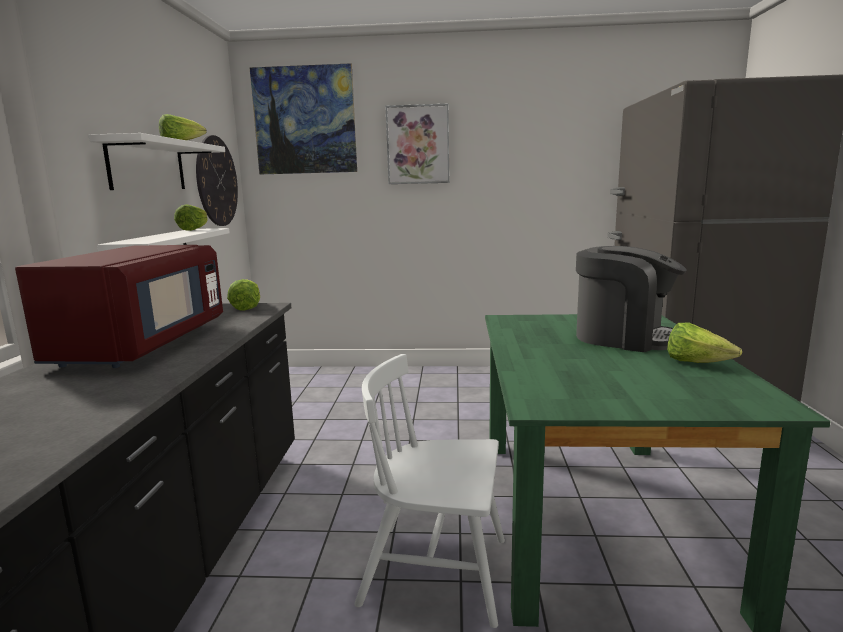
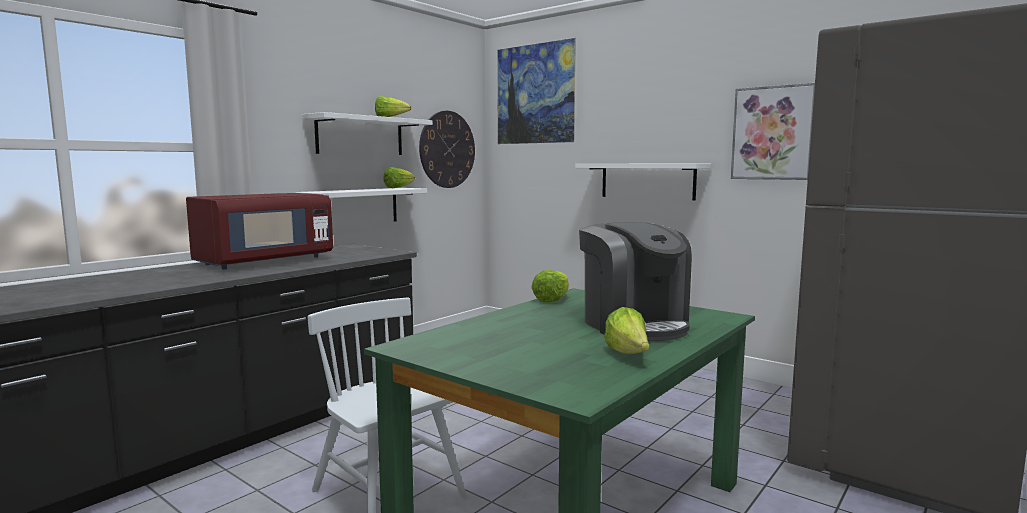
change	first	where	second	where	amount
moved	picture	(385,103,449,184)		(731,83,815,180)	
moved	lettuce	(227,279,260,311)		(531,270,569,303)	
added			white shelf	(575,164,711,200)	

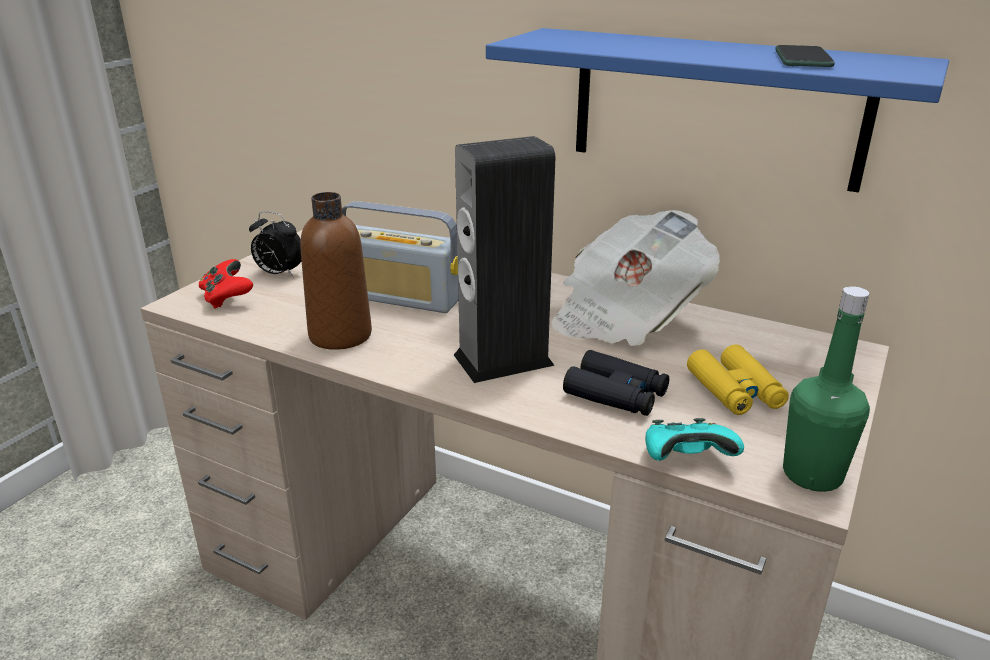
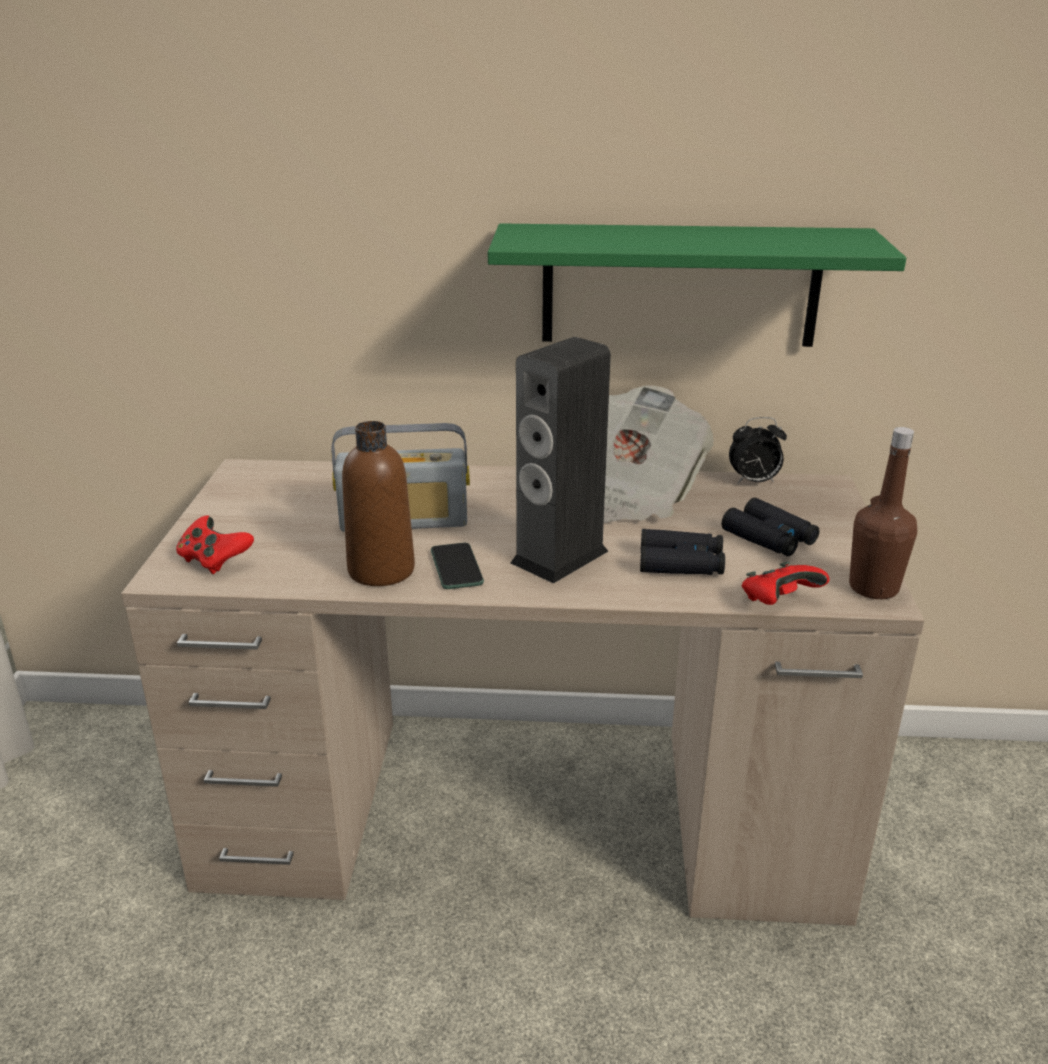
change	first	where	second	where	amount
recoloured	blue shelf	(486,28,949,193)	green shelf	(488,223,906,347)	
moved	phone	(775,45,835,67)		(431,543,484,589)	
moved	alarm clock	(249,211,301,277)		(729,417,787,484)	
recoloured	green bottle	(783,286,870,492)	brown bottle	(849,427,917,599)	
recoloured	yellow binoculars	(687,344,789,415)	black binoculars	(722,498,819,556)	
recoloured	turquoise game controller	(645,418,744,461)	red game controller	(741,562,830,605)	

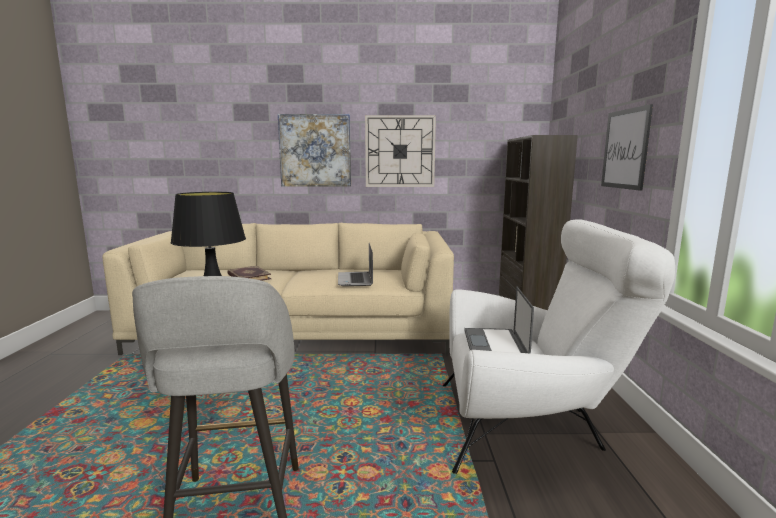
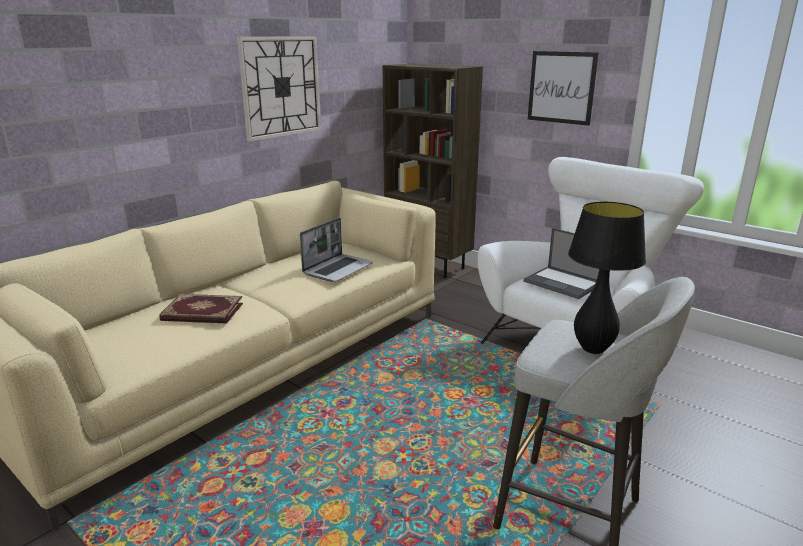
change	first	where	second	where	amount
removed	picture	(278,114,351,187)			
turned	laptop	(338,243,373,286)		(300,218,373,282)	90 degrees counterclockwise

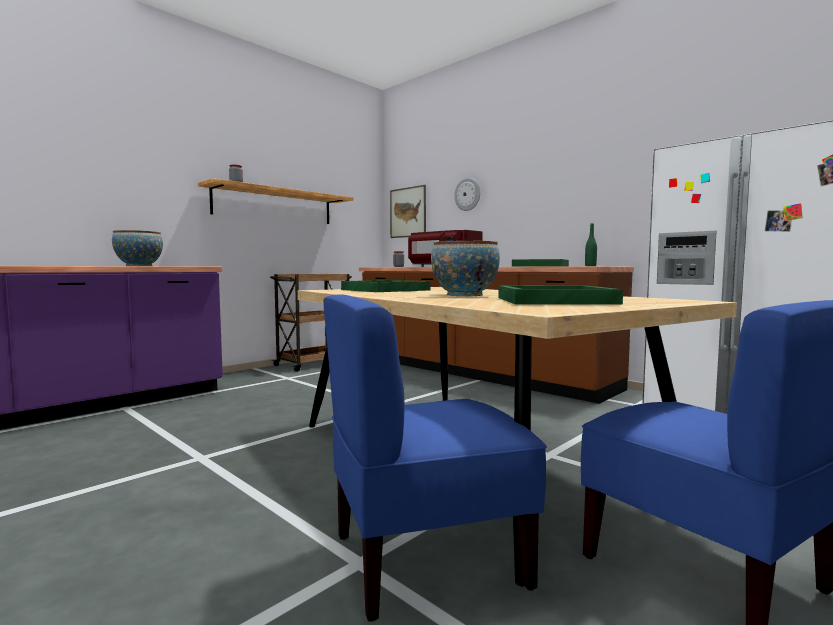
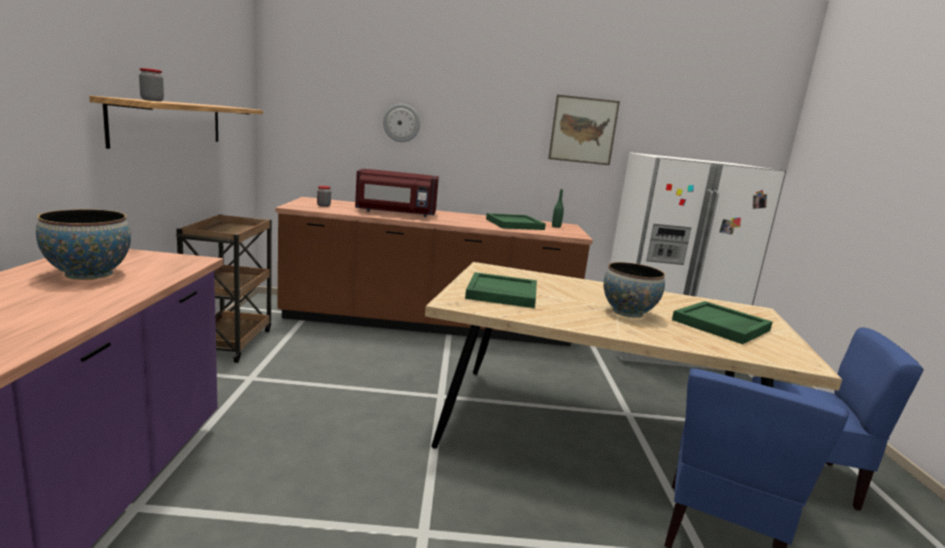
change	first	where	second	where	amount
moved	picture	(390,185,426,238)		(548,94,620,165)	

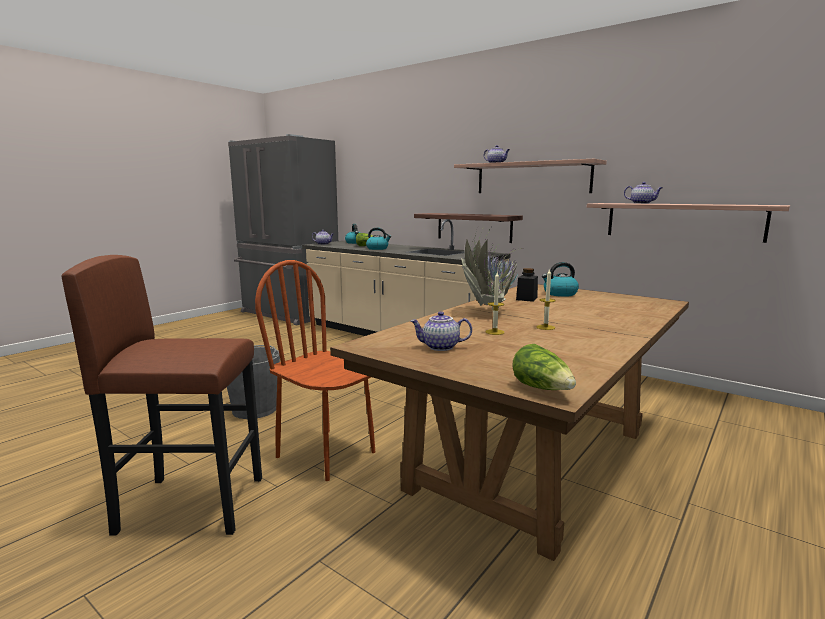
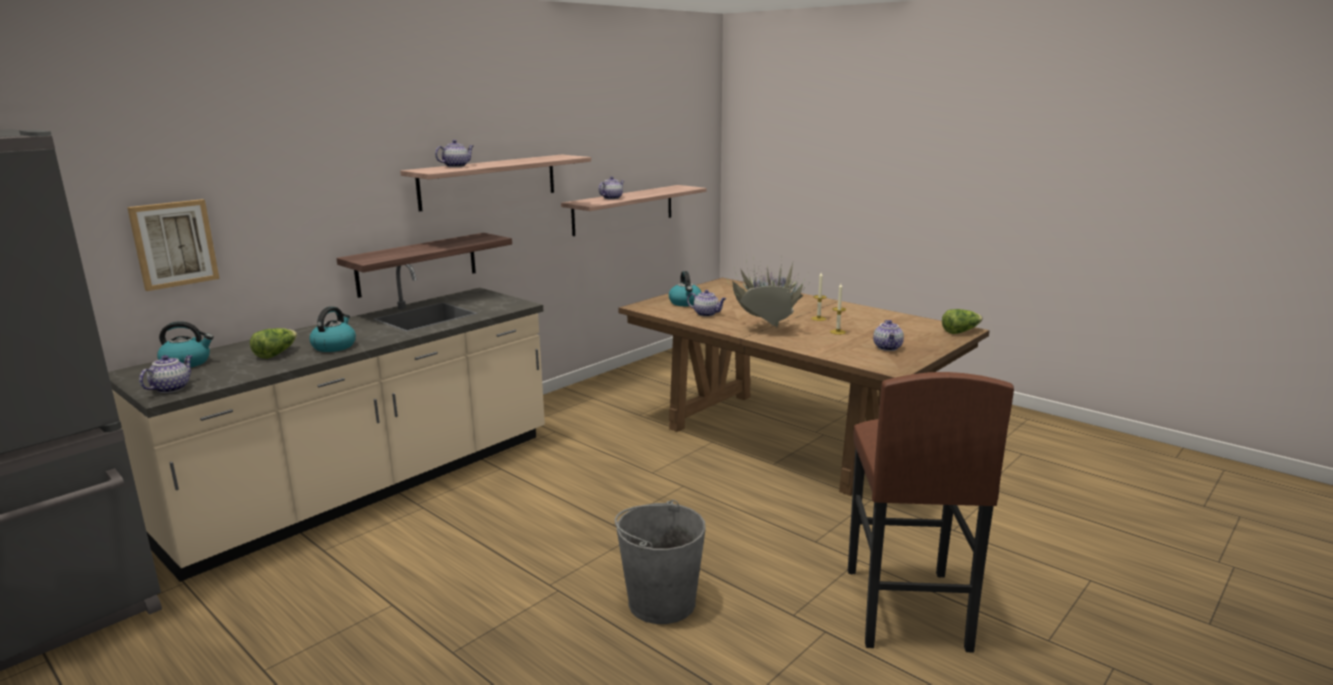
change	first	where	second	where	amount
removed	brown chair	(255,260,375,481)			
replaced	black jar	(516,268,538,302)	teapot	(687,290,726,317)	
added			picture	(127,199,219,291)	

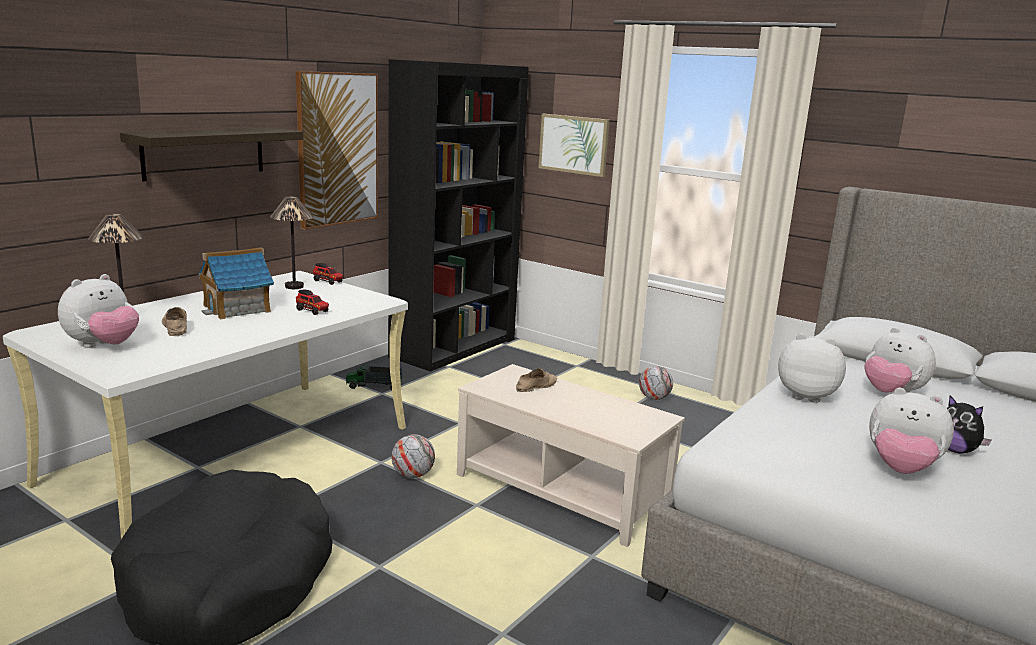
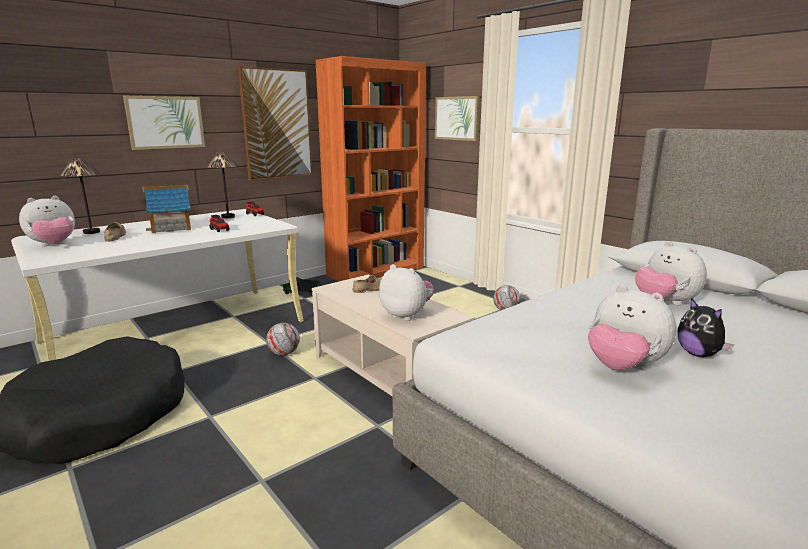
change	first	where	second	where	amount
recoloured	black bookcase	(388,59,529,371)	orange bookcase	(315,56,426,281)	
replaced	shelf	(120,128,303,182)	picture	(123,96,205,150)	
moved	plush toy	(778,334,846,403)		(379,264,434,321)	

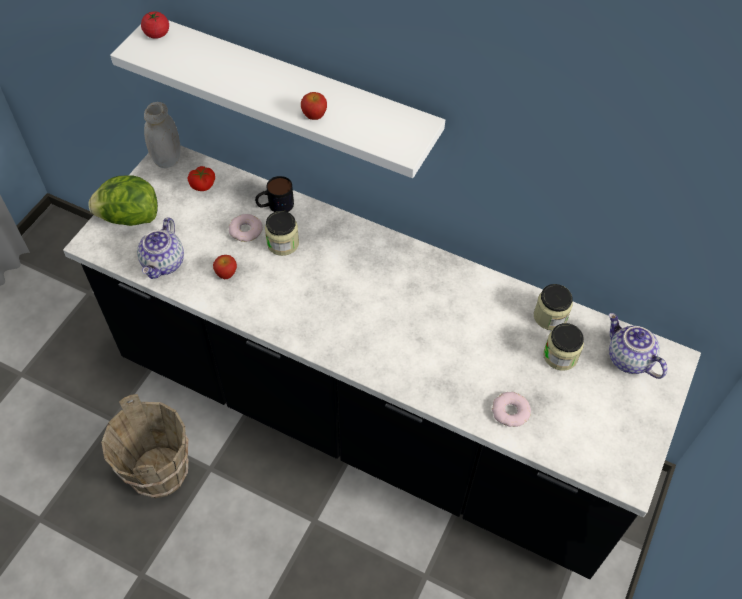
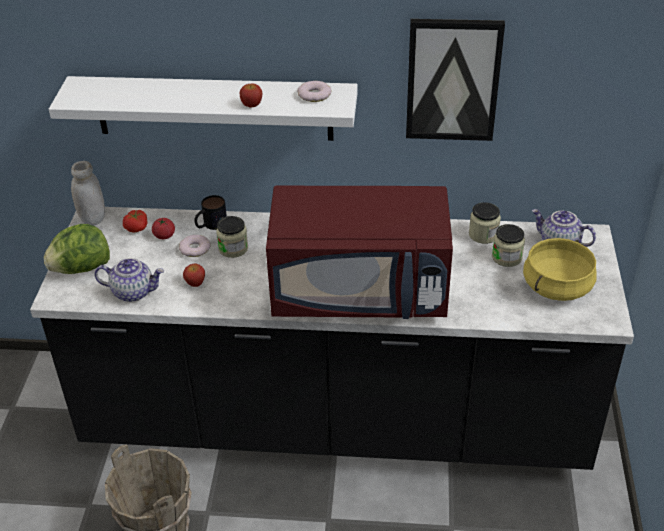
change	first	where	second	where	amount
moved	tomato	(141,11,169,39)		(152,218,175,239)	
turned	teapot	(137,217,184,279)		(94,258,164,302)	75 degrees counterclockwise
moved	donut	(492,392,531,427)		(297,81,332,102)	
added			picture	(406,19,505,141)	
added			red microwave	(266,186,453,319)	
added			yellow cooking pot	(523,238,597,301)	

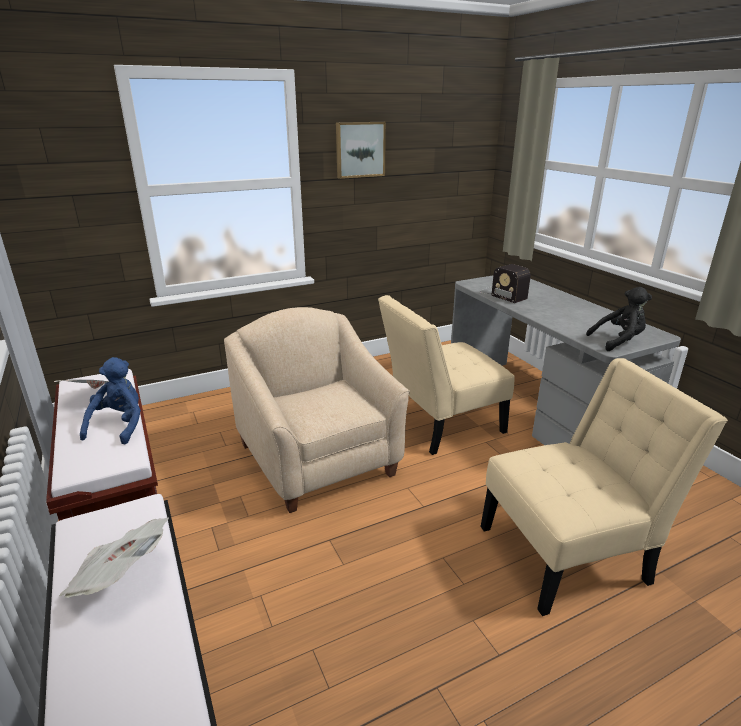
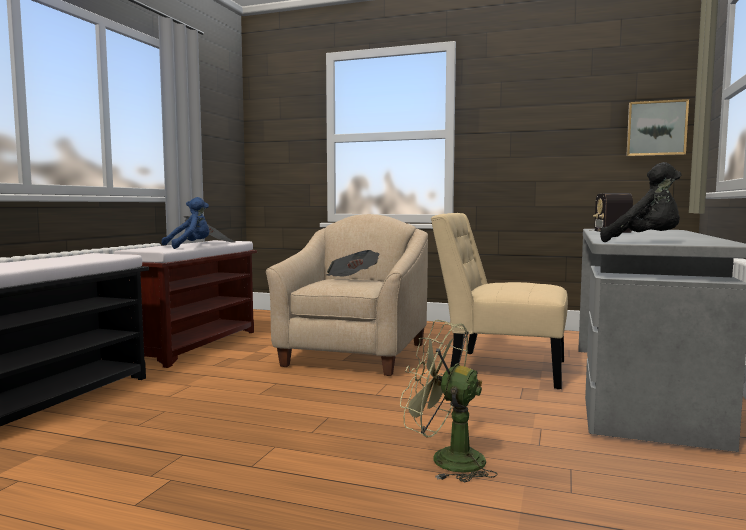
change	first	where	second	where	amount
moved	picture	(336,122,386,179)		(626,99,689,156)	
replaced	beige chair	(481,358,728,616)	green fan	(400,320,498,482)	
moved	newspaper	(59,517,169,598)		(326,250,380,277)	

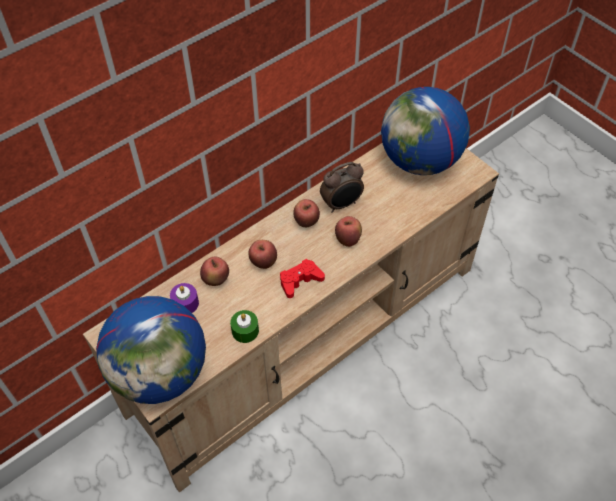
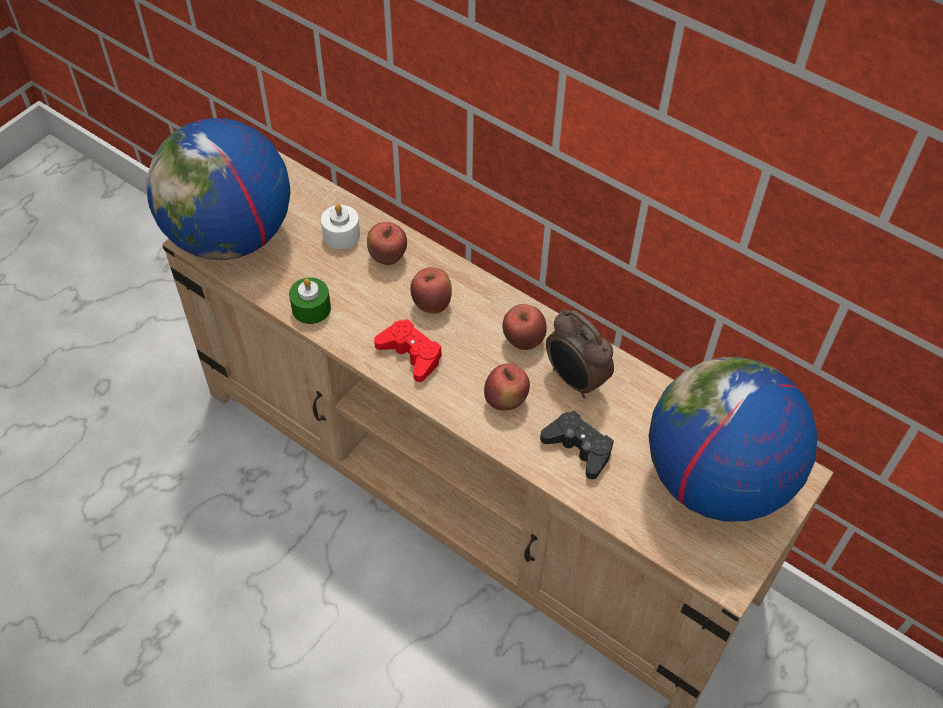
change	first	where	second	where	amount
recoloured	purple candle	(170,283,199,313)	white candle	(321,204,360,249)	
added			black game controller	(540,411,613,479)	

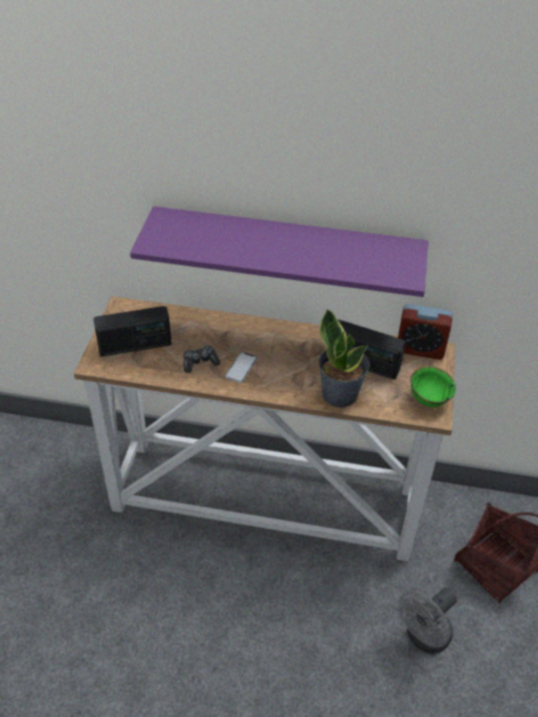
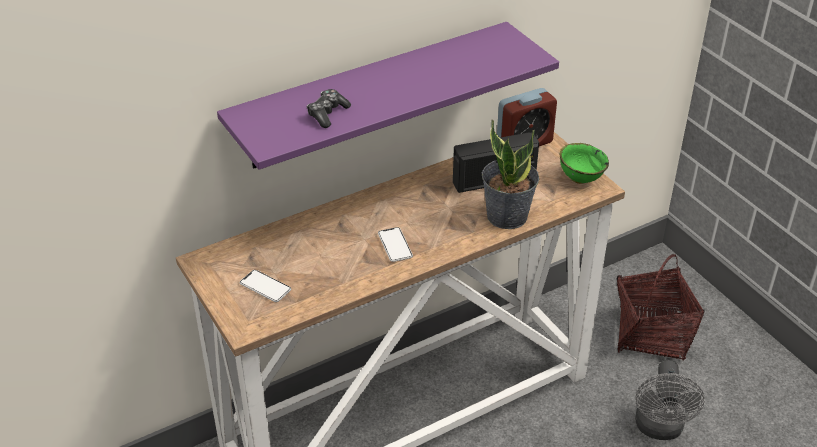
change	first	where	second	where	amount
replaced	radio	(93,306,172,357)	phone	(240,270,291,302)	
moved	game controller	(183,345,220,373)		(307,89,351,128)	

